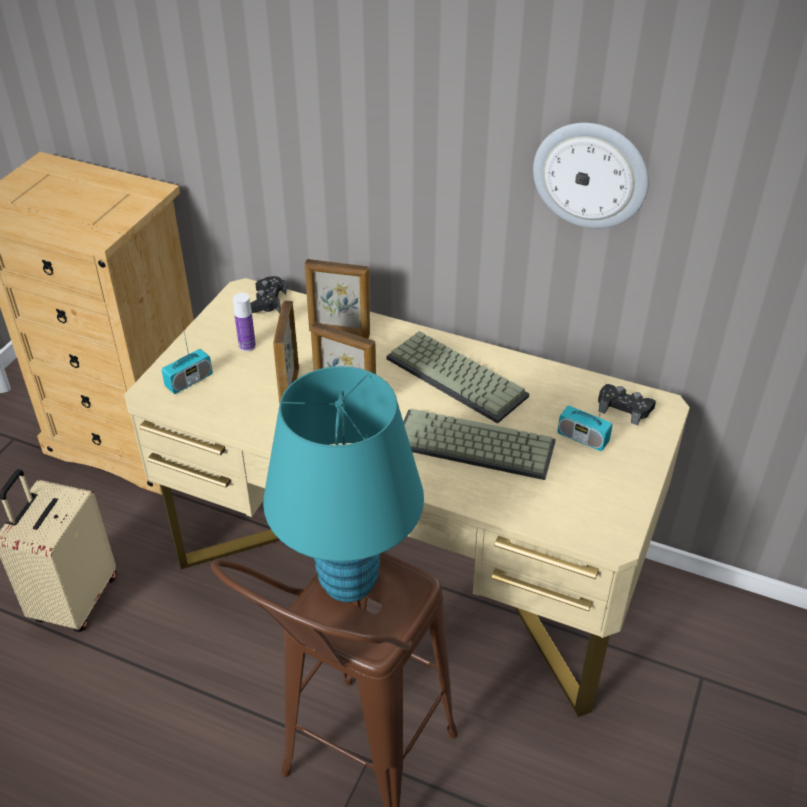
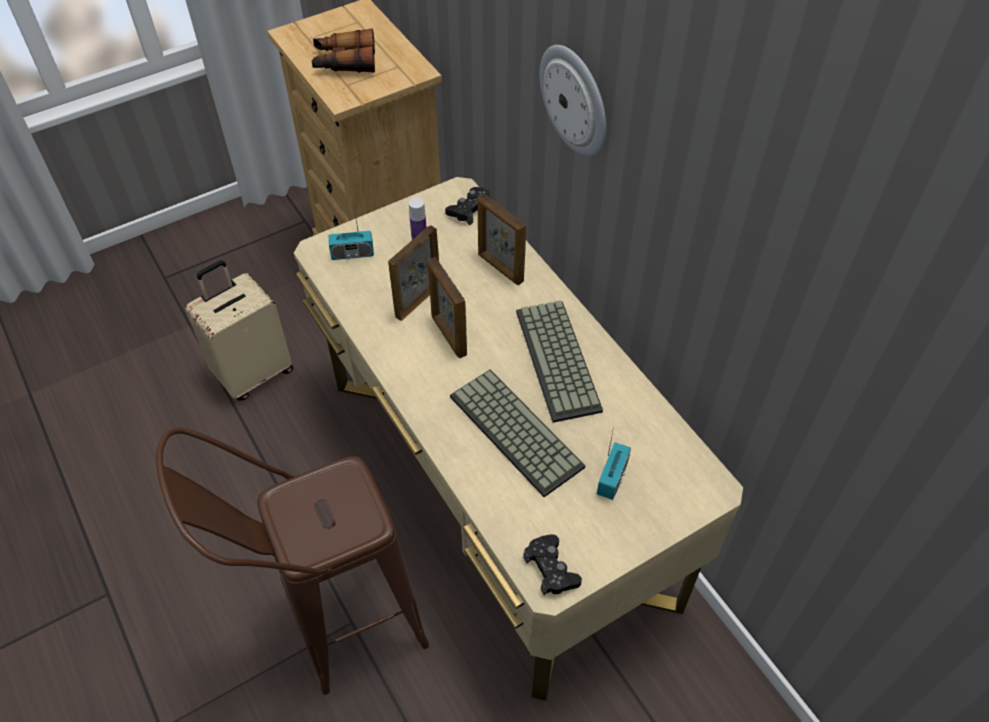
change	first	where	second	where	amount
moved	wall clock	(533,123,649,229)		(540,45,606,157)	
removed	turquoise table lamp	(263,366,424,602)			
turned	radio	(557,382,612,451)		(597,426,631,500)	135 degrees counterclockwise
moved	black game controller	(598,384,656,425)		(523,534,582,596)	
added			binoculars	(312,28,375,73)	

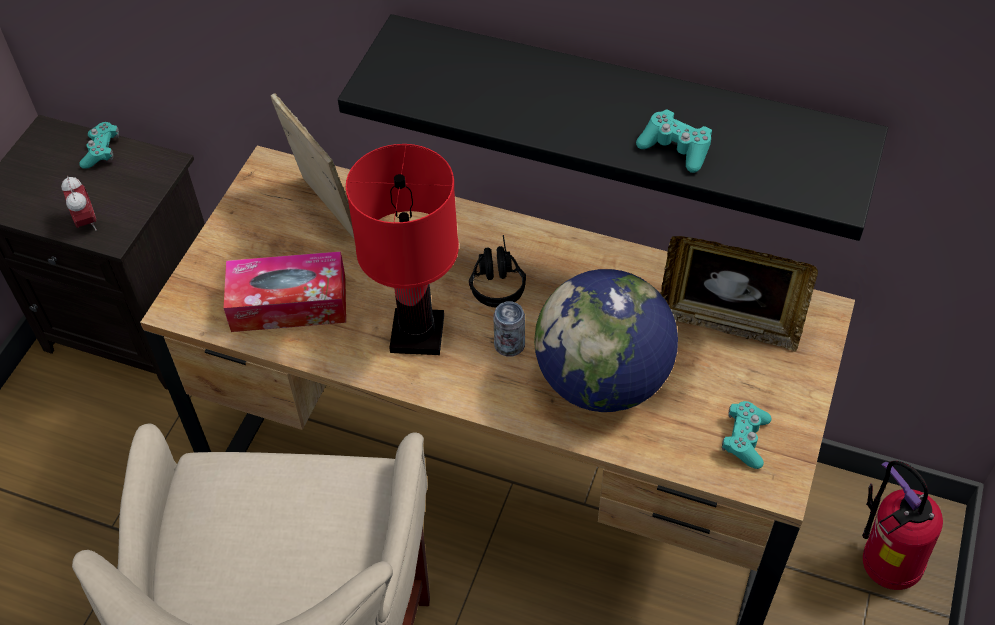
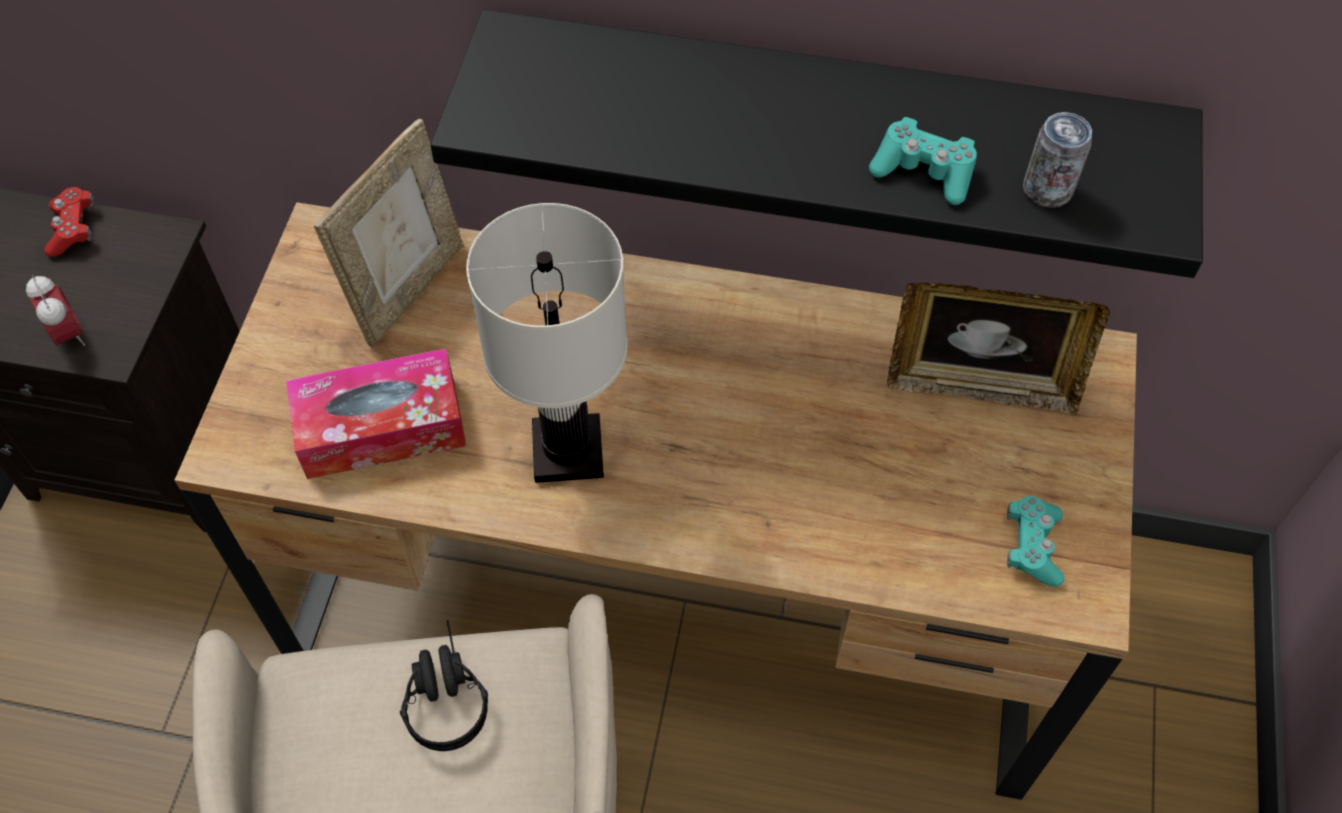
change	first	where	second	where	amount
turned	picture frame	(271,93,354,238)		(314,119,463,347)	75 degrees clockwise
recoloured	turquoise game controller	(79,122,119,169)	red game controller	(44,187,94,257)	
recoloured	red table lamp	(346,144,459,355)	white table lamp	(466,203,627,483)	
moved	black headphones	(469,235,526,308)		(400,620,488,751)	
removed	globe	(534,269,678,412)			
moved	can	(493,301,525,357)		(1023,112,1092,208)	
removed	fire extinguisher	(862,461,943,590)			

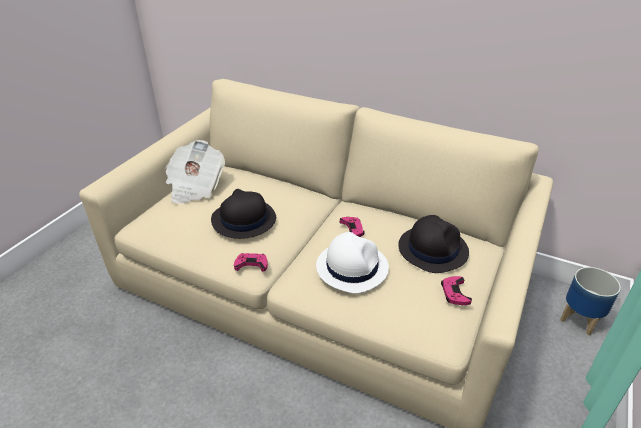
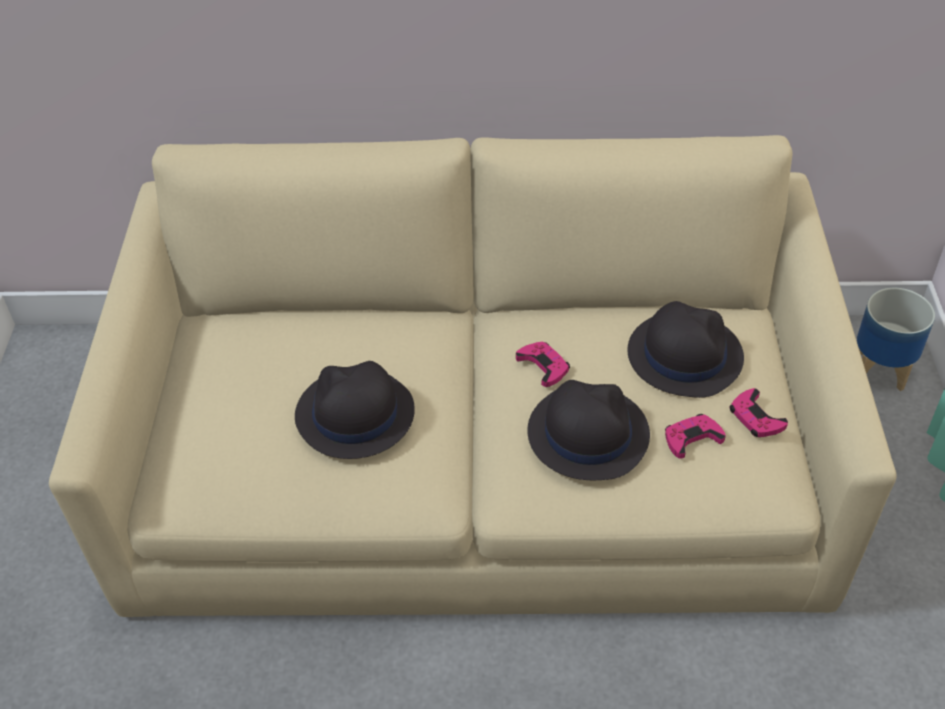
change	first	where	second	where	amount
removed	newspaper	(165,140,225,204)			
recoloured	white hat	(316,232,389,293)	black hat	(527,380,650,480)	
moved	pink game controller	(234,253,268,272)		(665,414,726,459)	

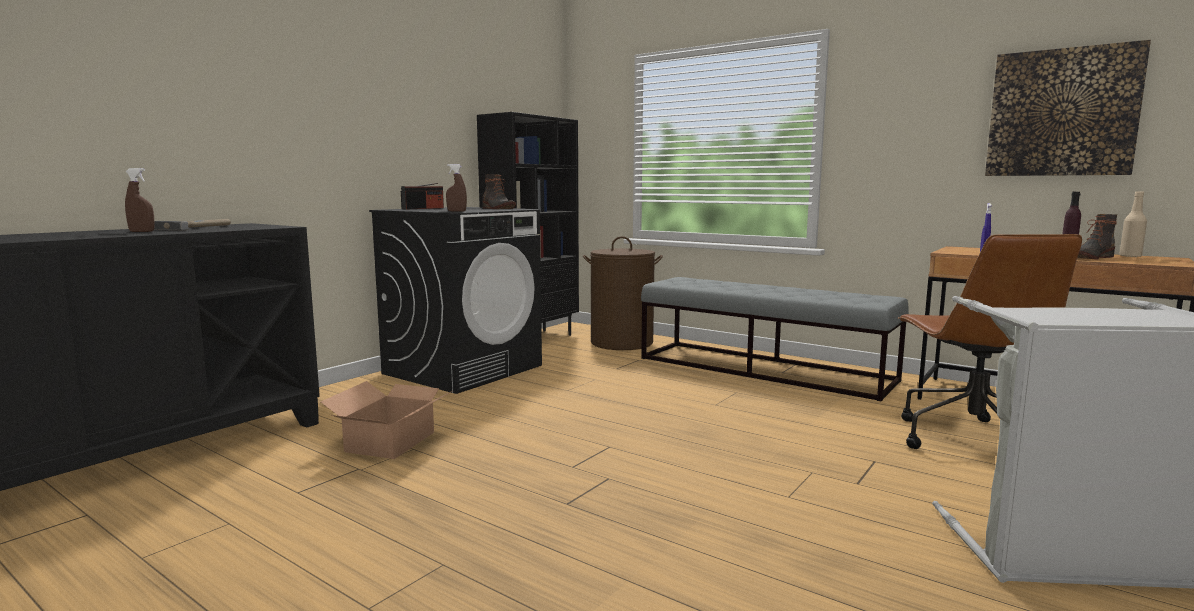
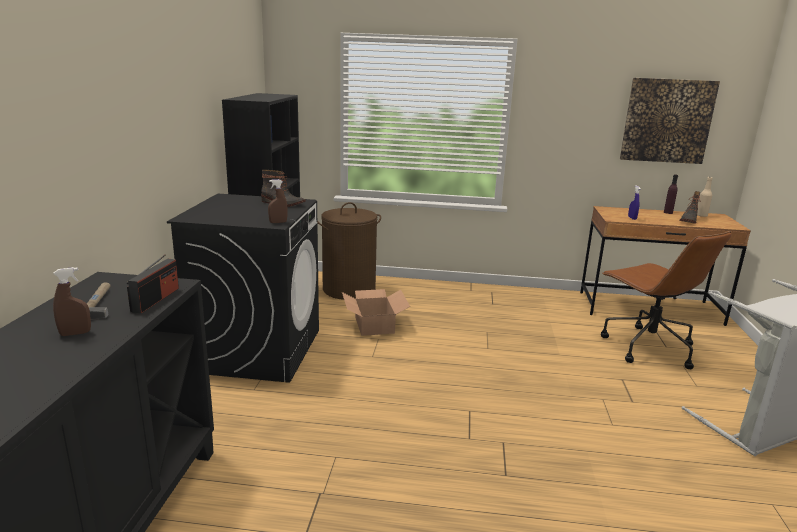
change	first	where	second	where	amount
moved	radio	(401,183,444,209)		(127,254,179,313)	
removed	grey bench	(641,277,909,402)			
moved	cardboard box	(321,381,452,459)		(342,289,410,336)	

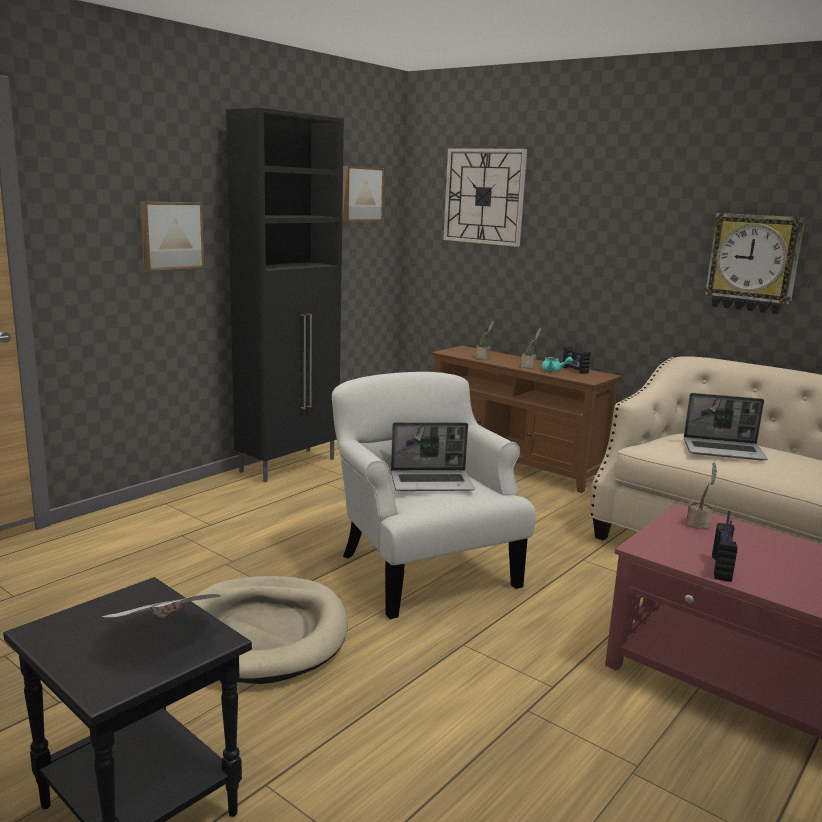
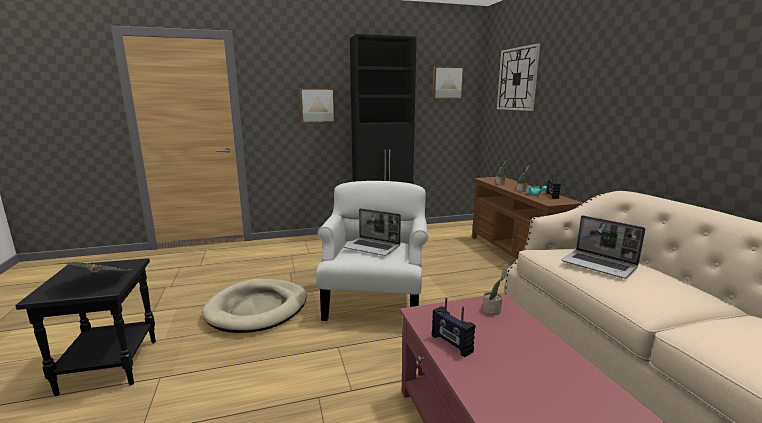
change	first	where	second	where	amount
removed	wall clock	(704,213,806,314)			
turned	radio	(712,510,738,582)		(432,298,475,357)	90 degrees clockwise

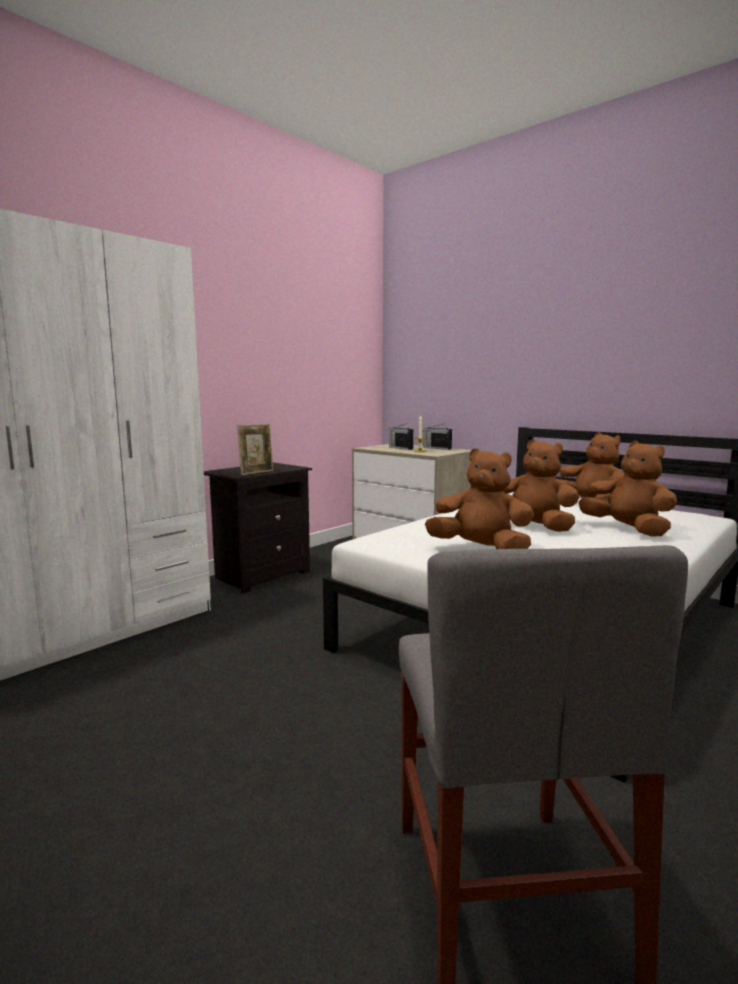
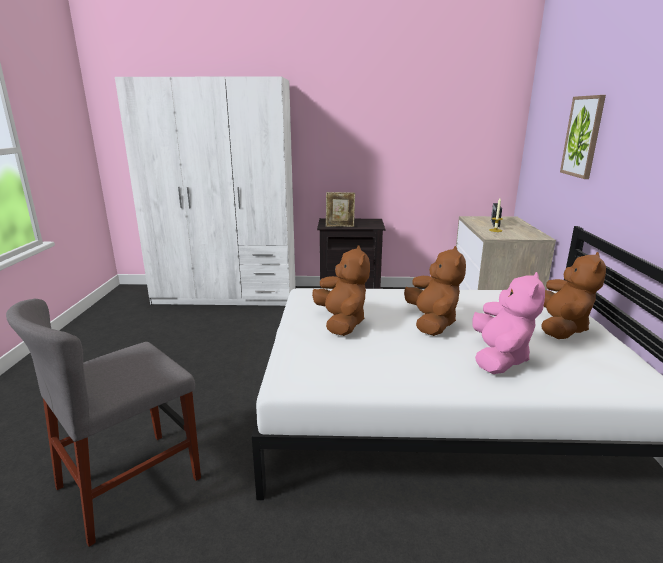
change	first	where	second	where	amount
removed	radio	(423,424,452,450)			
recoloured	brown plush toy	(578,441,677,537)	pink plush toy	(472,272,545,374)	
added			picture	(560,95,606,179)	

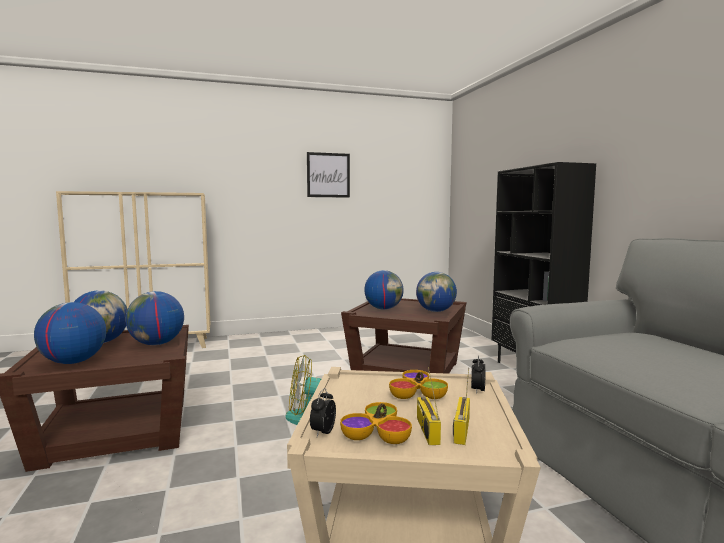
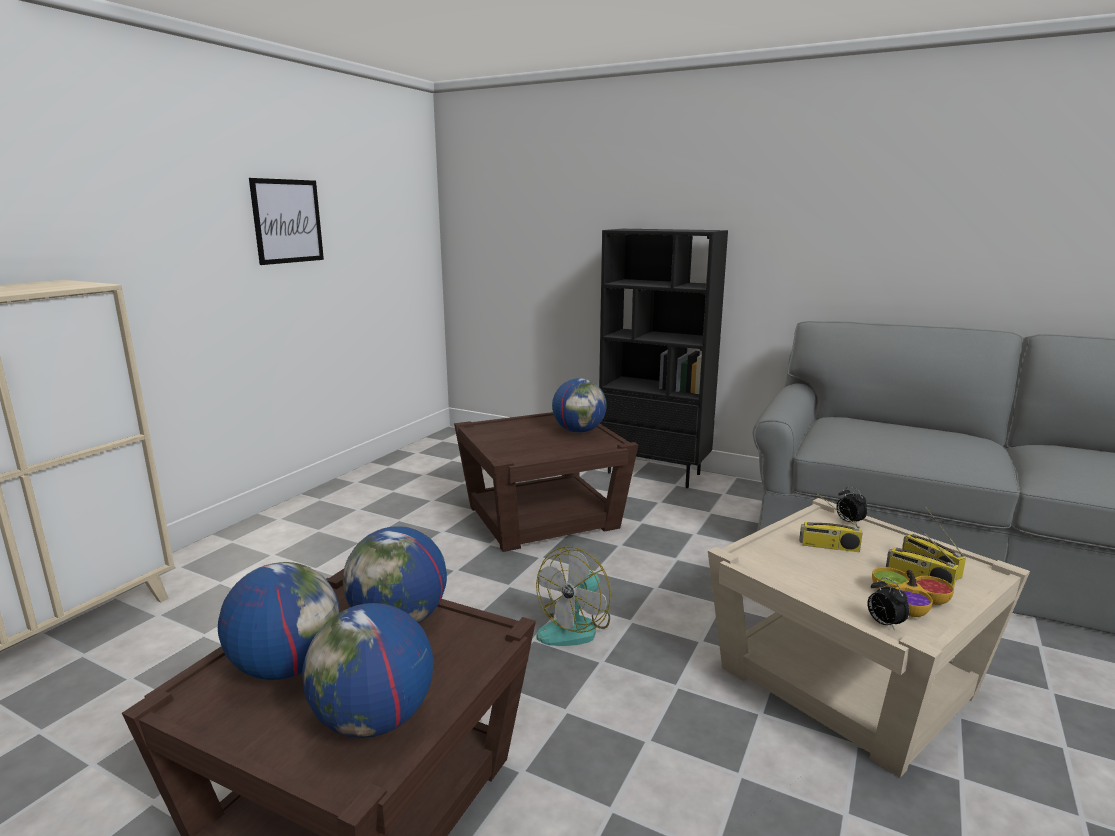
change	first	where	second	where	amount
removed	globe	(364,270,404,310)			
replaced	bowl	(389,370,448,399)	radio	(799,494,863,552)	

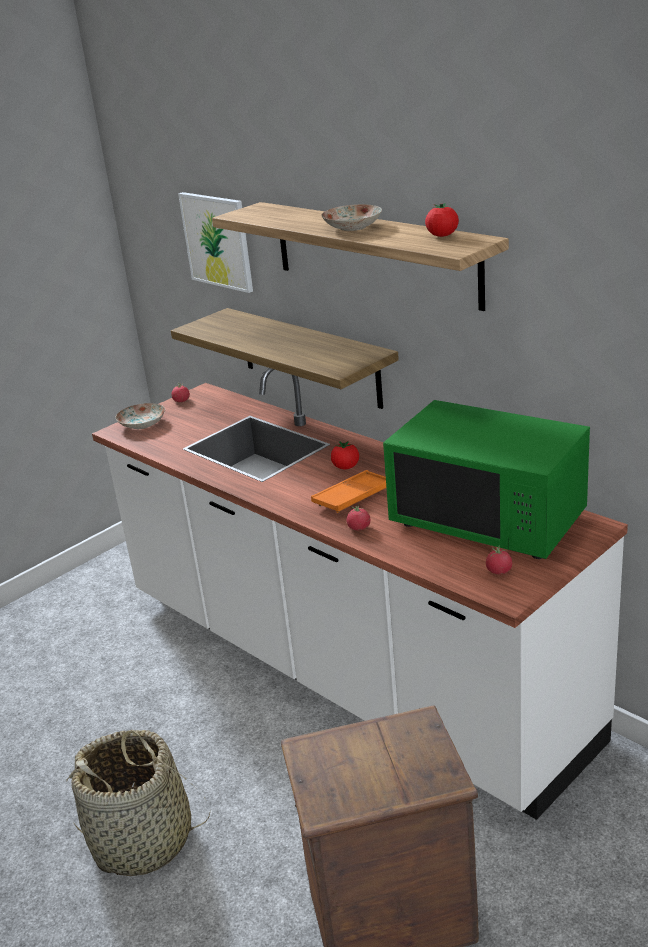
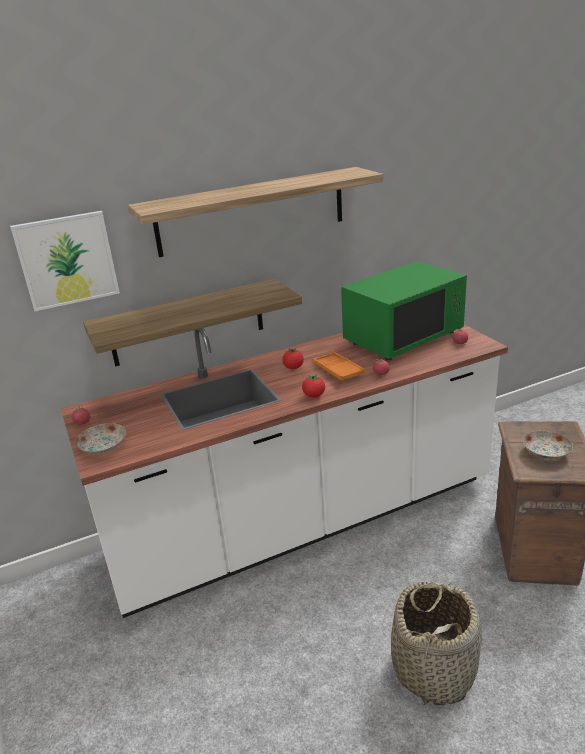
change	first	where	second	where	amount
moved	tomato	(425,203,459,237)		(302,375,325,398)	
moved	plate	(321,204,382,231)		(523,431,573,459)	

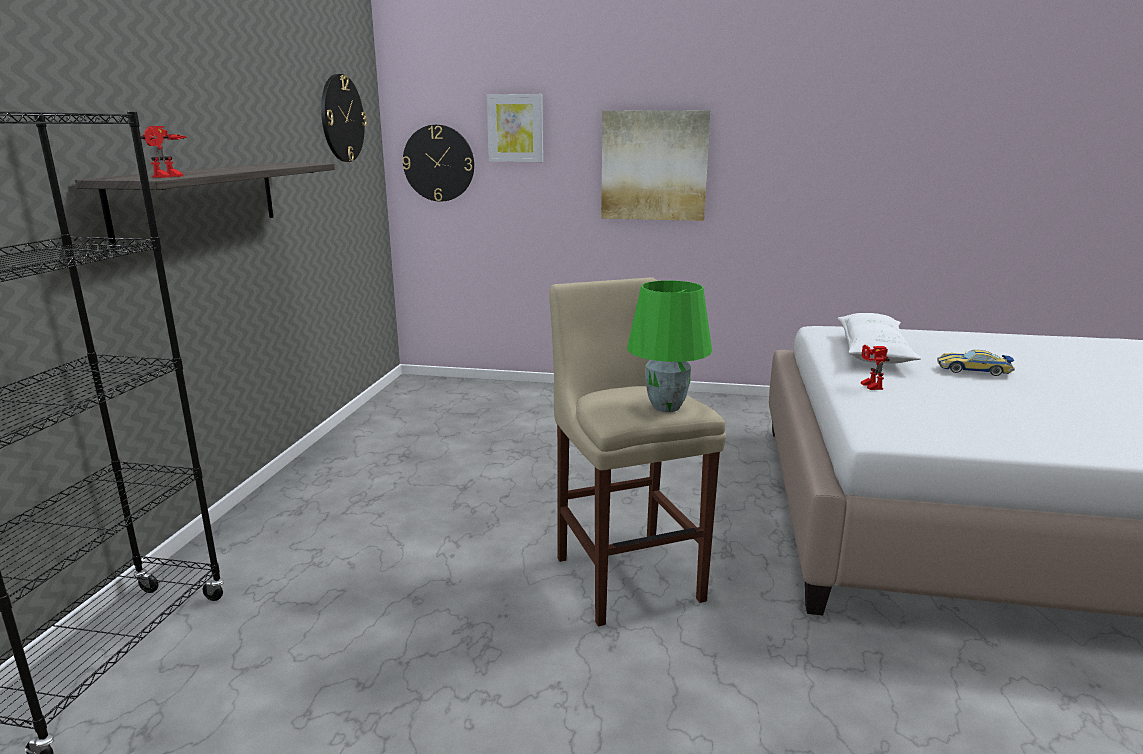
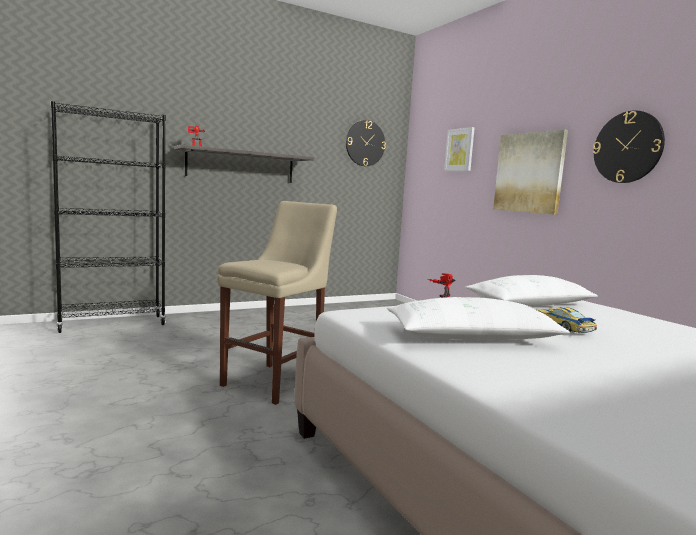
change	first	where	second	where	amount
moved	wall clock	(402,125,474,202)		(593,110,665,183)	
removed	green table lamp	(627,280,712,412)			
added			white pillow	(387,297,570,340)	

